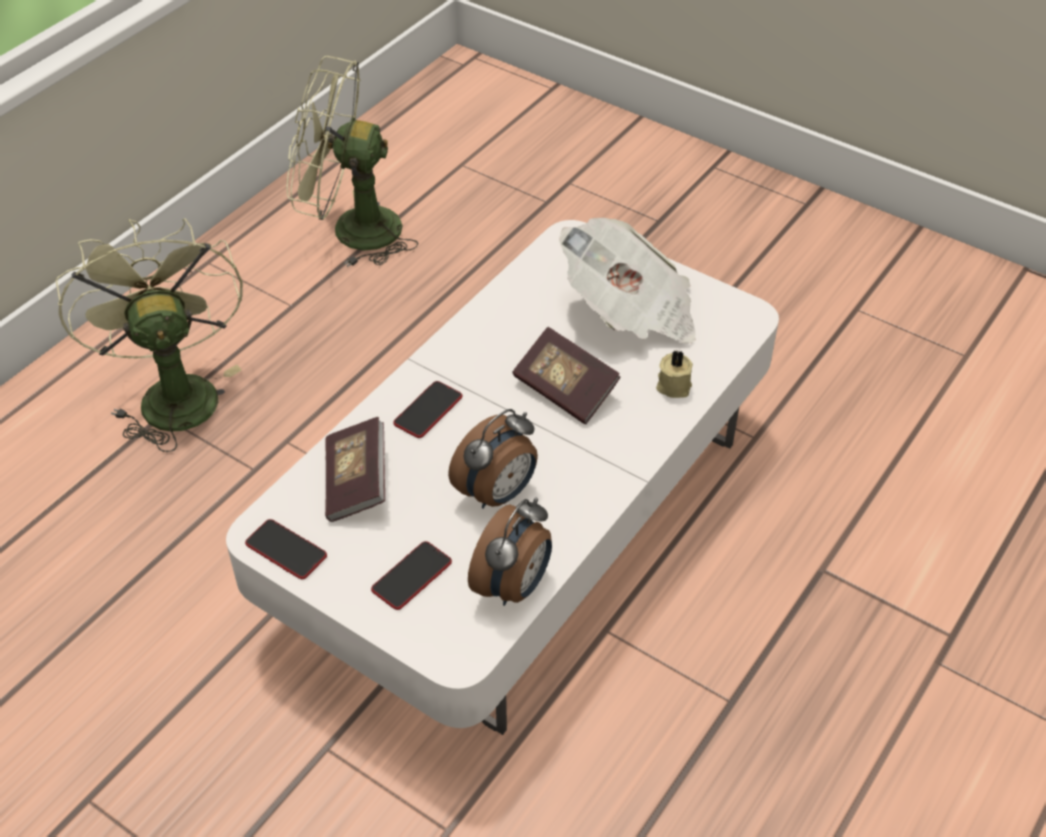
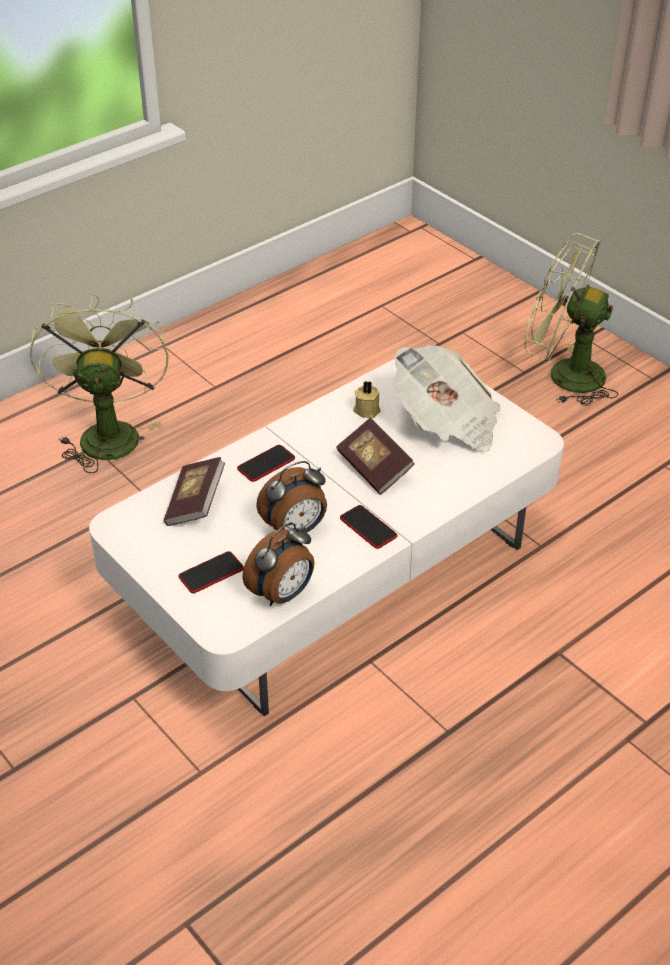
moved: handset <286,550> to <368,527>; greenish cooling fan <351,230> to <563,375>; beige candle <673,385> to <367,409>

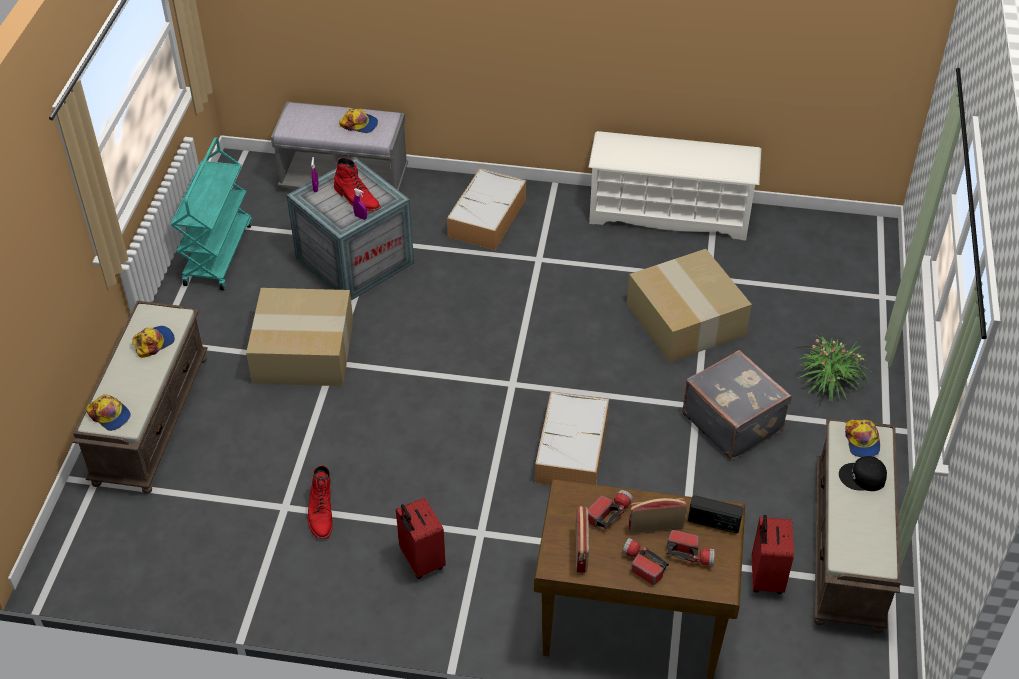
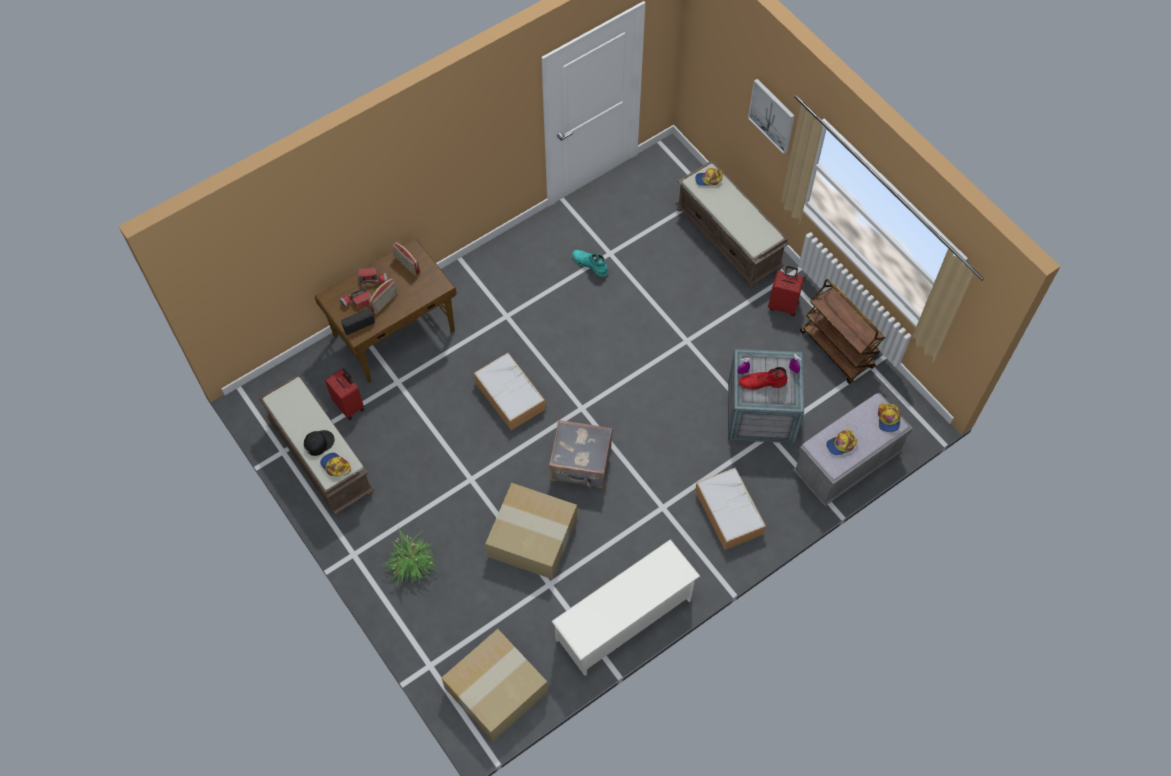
removed: hand torch <609,513>
added: wall art <772,116>
moved: baseball cap <153,342> to <888,419>; packing box <302,352> to <496,688>; red-coloured suitcase <421,561> to <783,305>; grey suitcase <733,422> to <581,464>
recoloured: blue-green wheeled cart <218,253> to brown-coloured wheeled cart <837,350>; red-coloured boot <321,513> to blue-green boot <590,264>

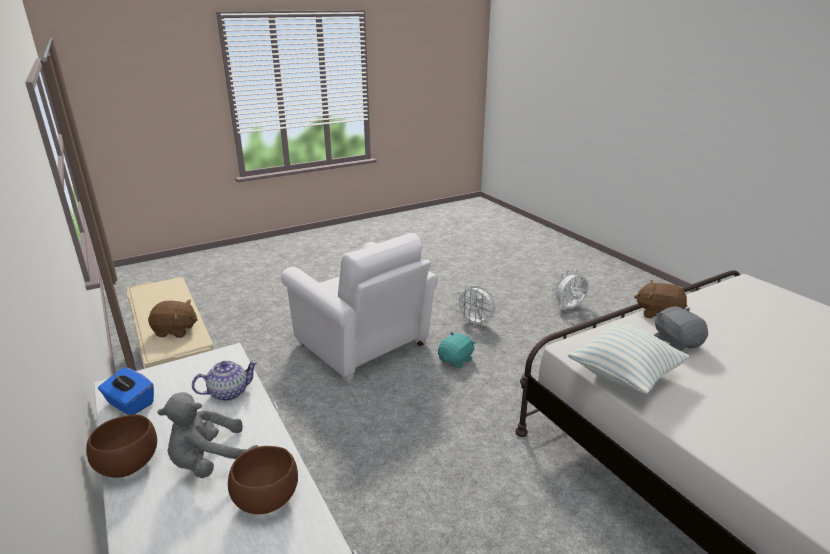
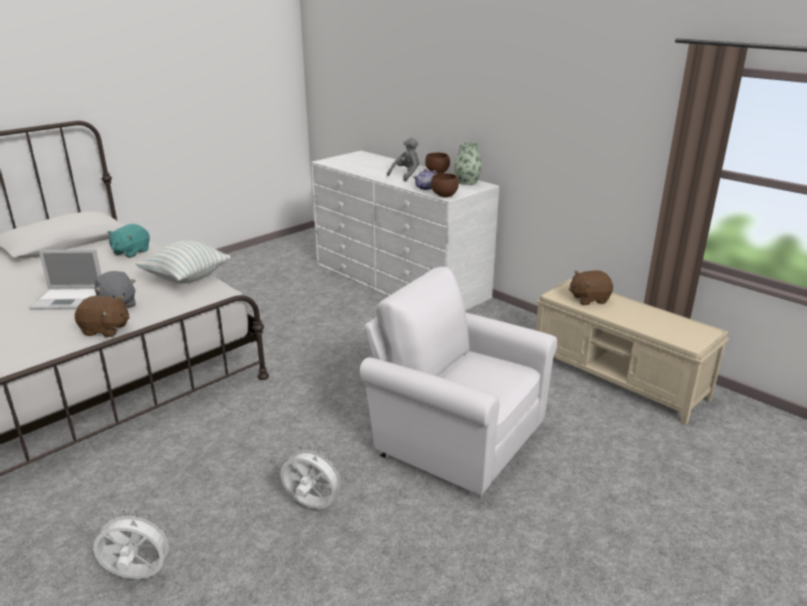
added: laptop <70,299>
moved: brown-coloured deep dish <267,499> to <444,196>; blue-green soft toy <456,360> to <131,252>
replaced: blue-coloured tissue holder <130,404> to decorative vase <467,182>
turned: white cooling fan <569,308> = <137,576> 135 degrees counterclockwise

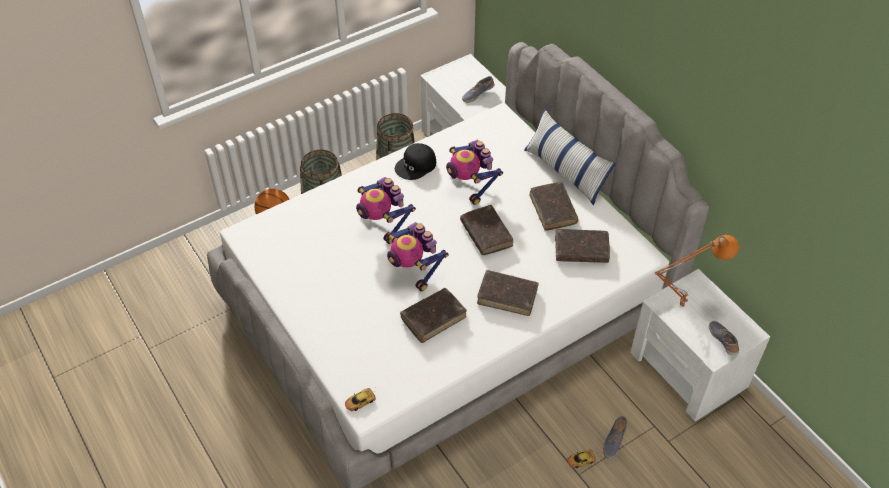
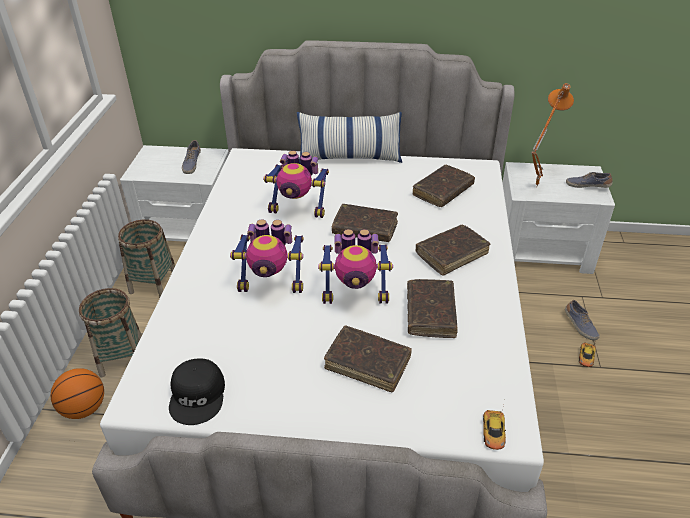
moved: black baseball cap <416,166> to <198,395>; brown-coloured book <553,210> to <367,363>

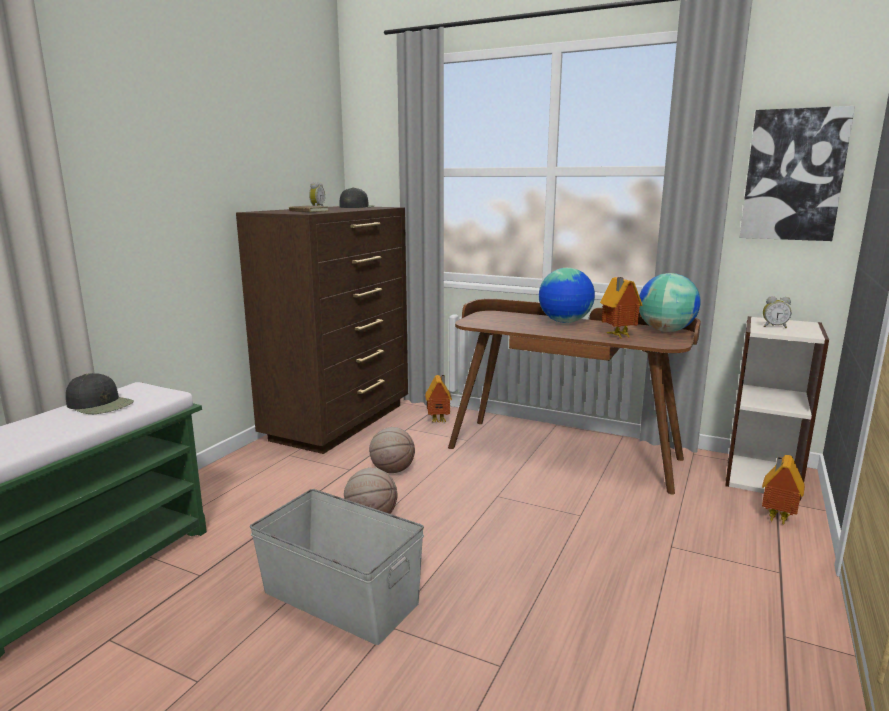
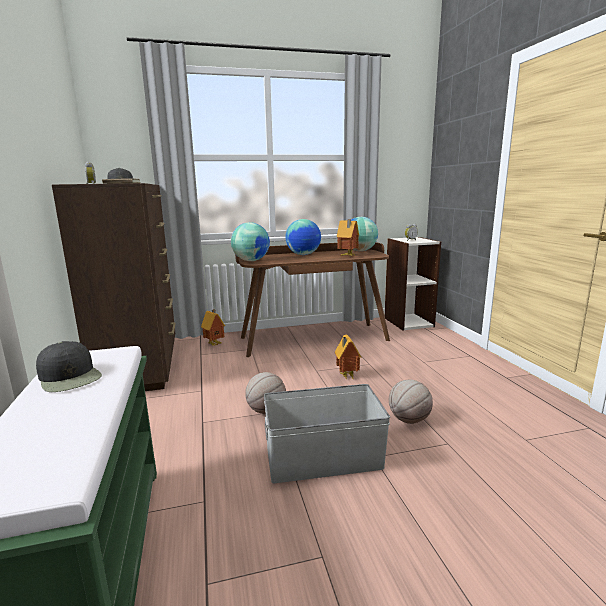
removed: wall art <793,175>
added: globe <251,261>
moved: basketball ball <392,470> to <408,420>; model house <776,518> to <346,376>
turned: black baseball cap <100,404> = <70,376> 60 degrees clockwise

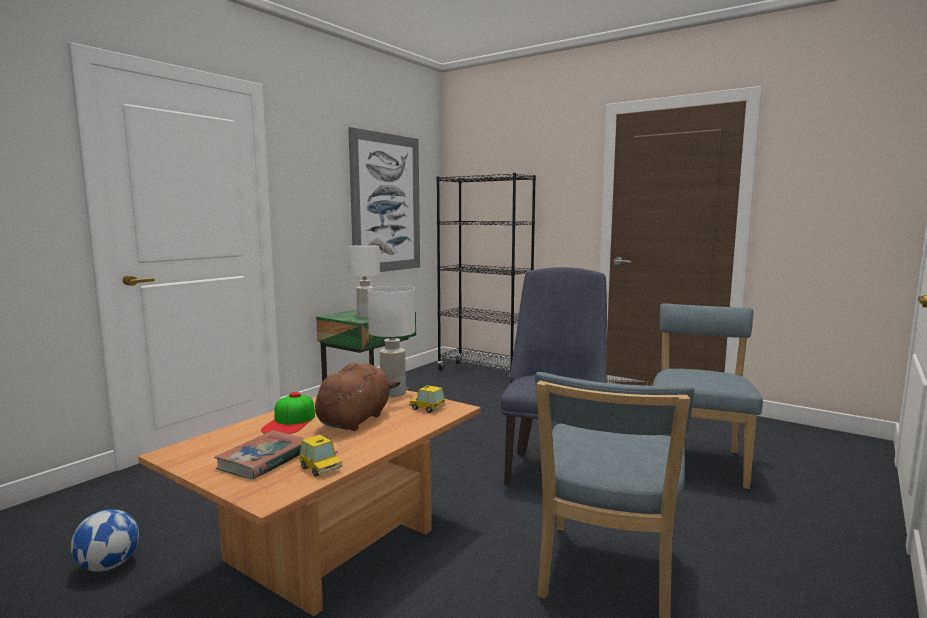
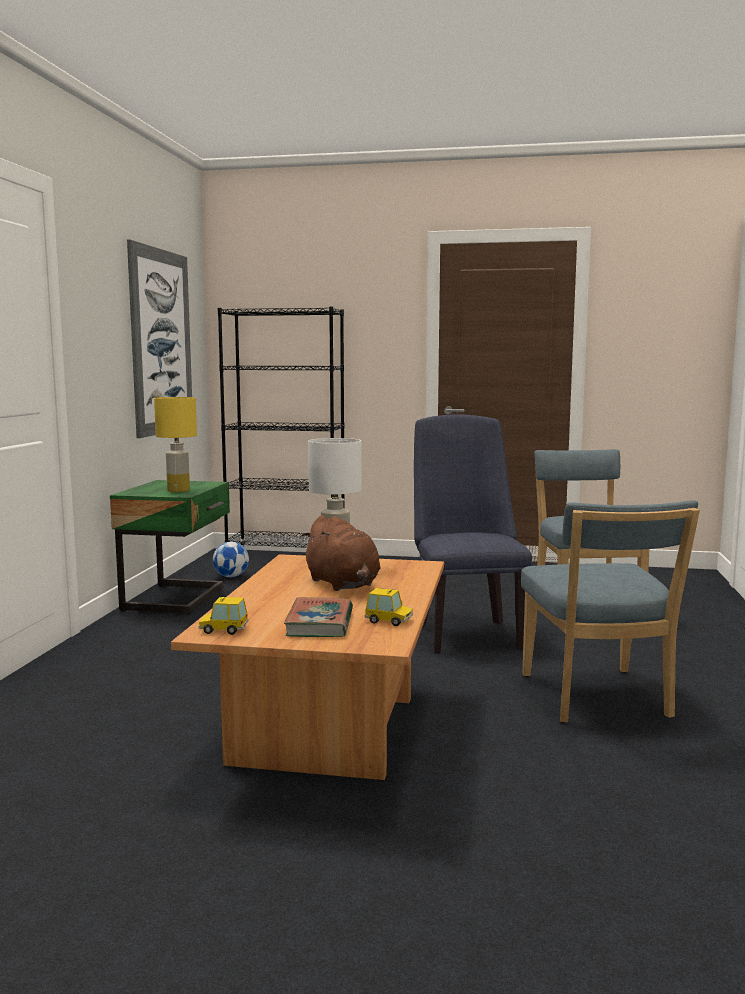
removed: baseball cap <290,422>
moved: football ball <109,566> to <231,576>; model car <427,408> to <223,629>
recoloured: white table lamp <365,316> to yellowish table lamp <179,490>
turned: brown-coloured soft toy <356,419> = <343,584> 150 degrees clockwise

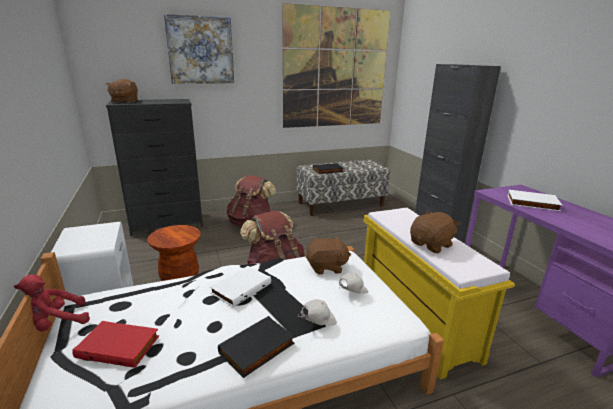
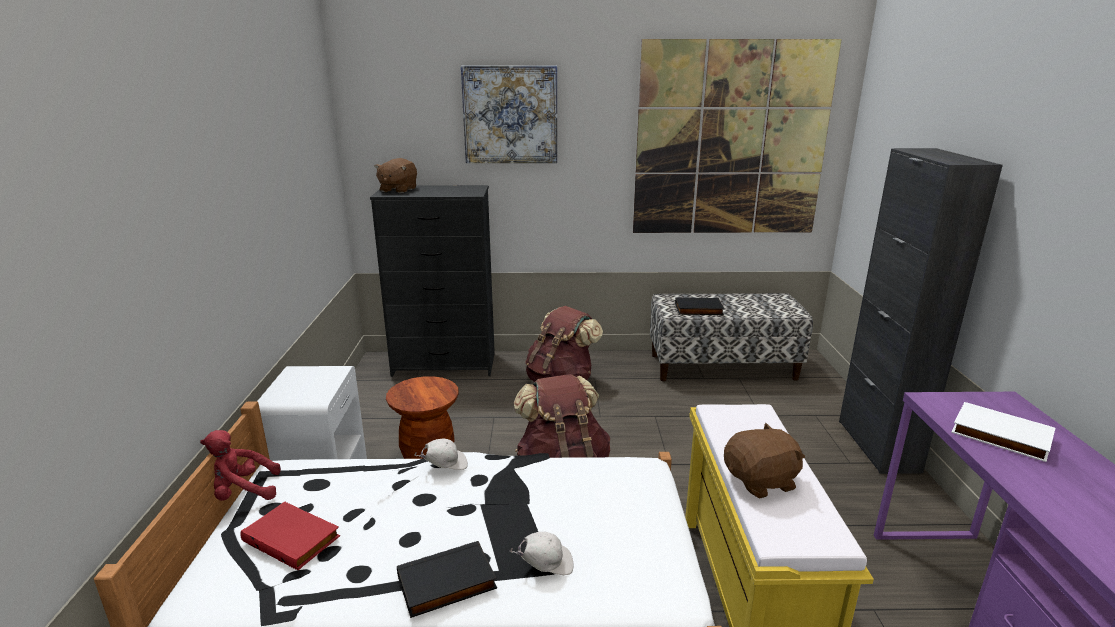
removed: white book <240,287>; brown-coloured soft toy <326,267>
moved: white baseball cap <351,292> to <445,465>

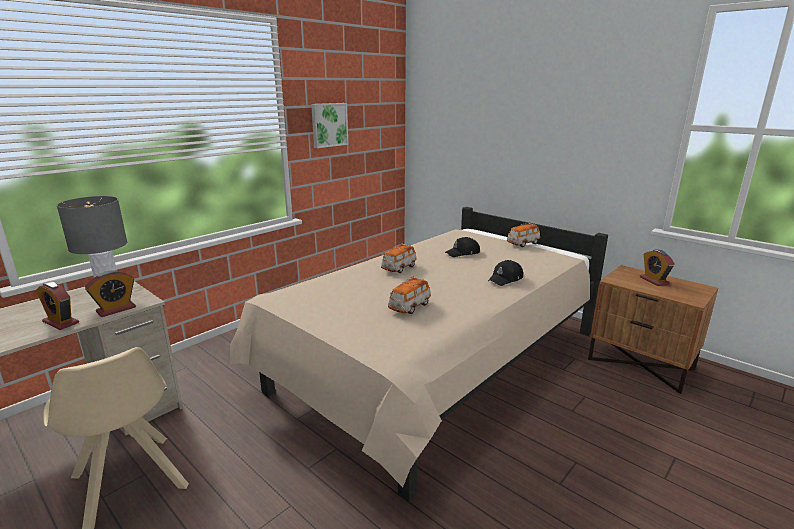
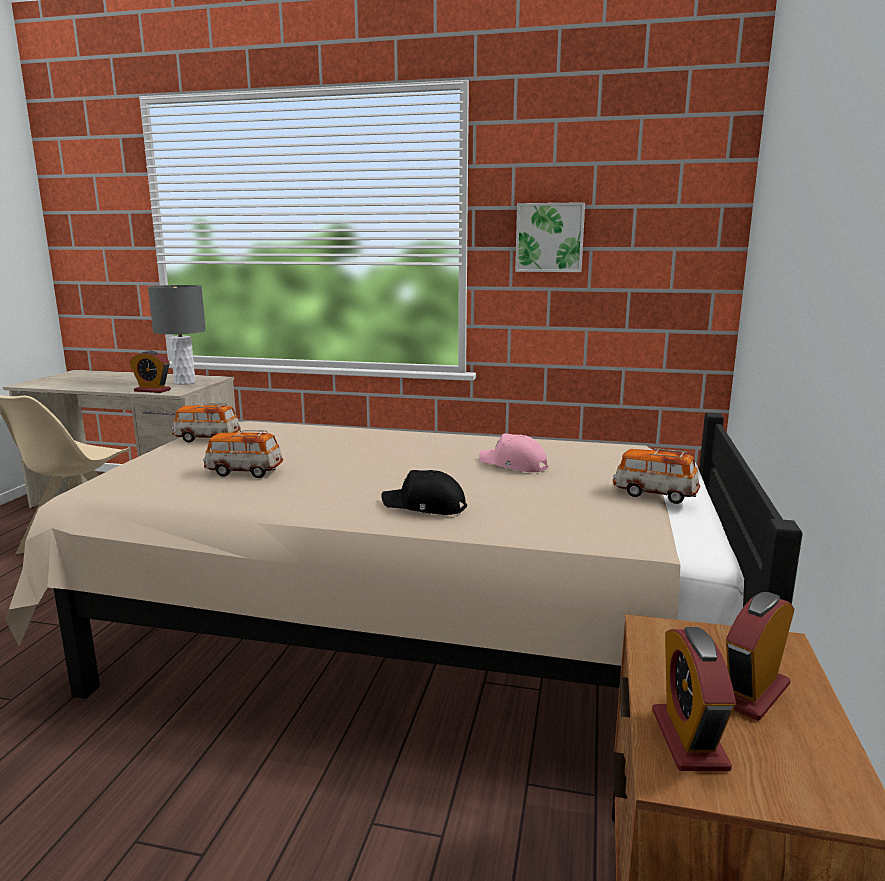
moved: table clock <61,322> to <689,739>; model car <399,268> to <207,439>
recoloured: black baseball cap <463,253> to pink baseball cap <513,465>

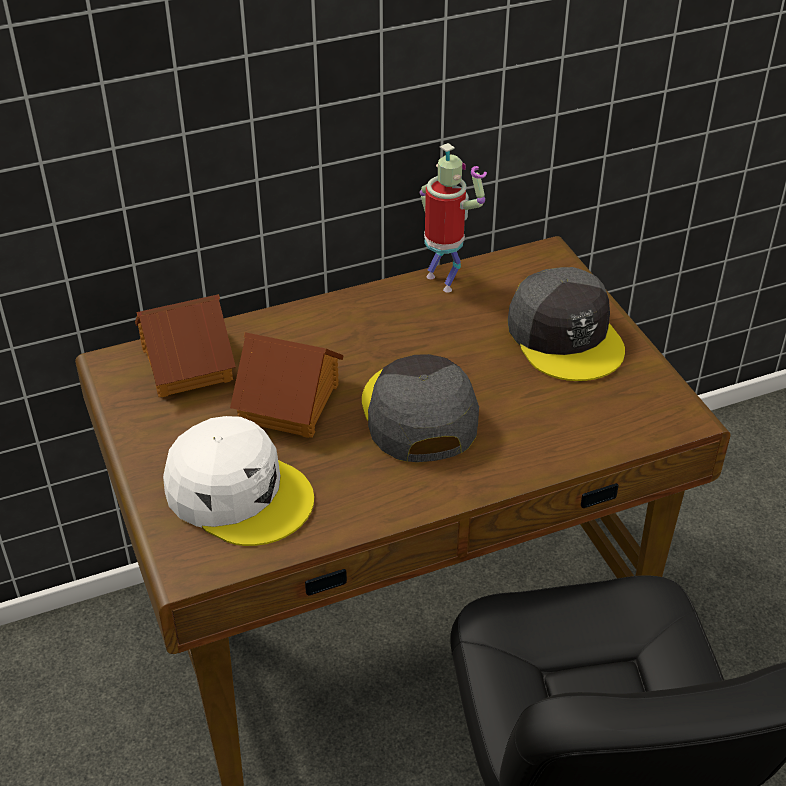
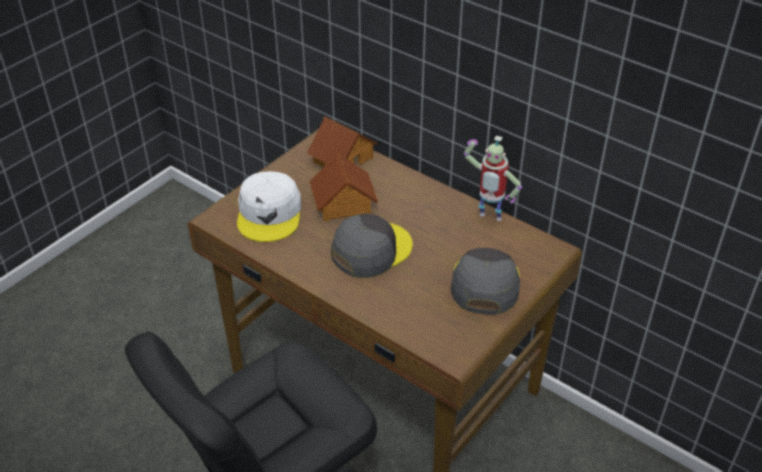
turned: model robot <444,281> = <488,218> 90 degrees clockwise; grey baseball cap <565,336> = <484,283> 150 degrees clockwise

